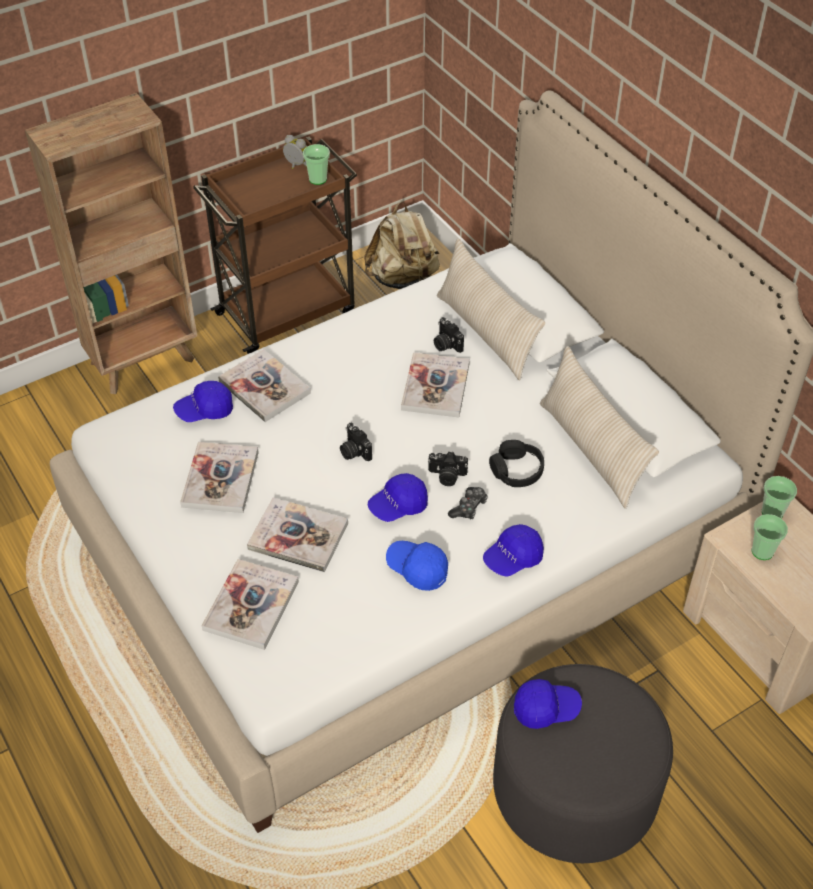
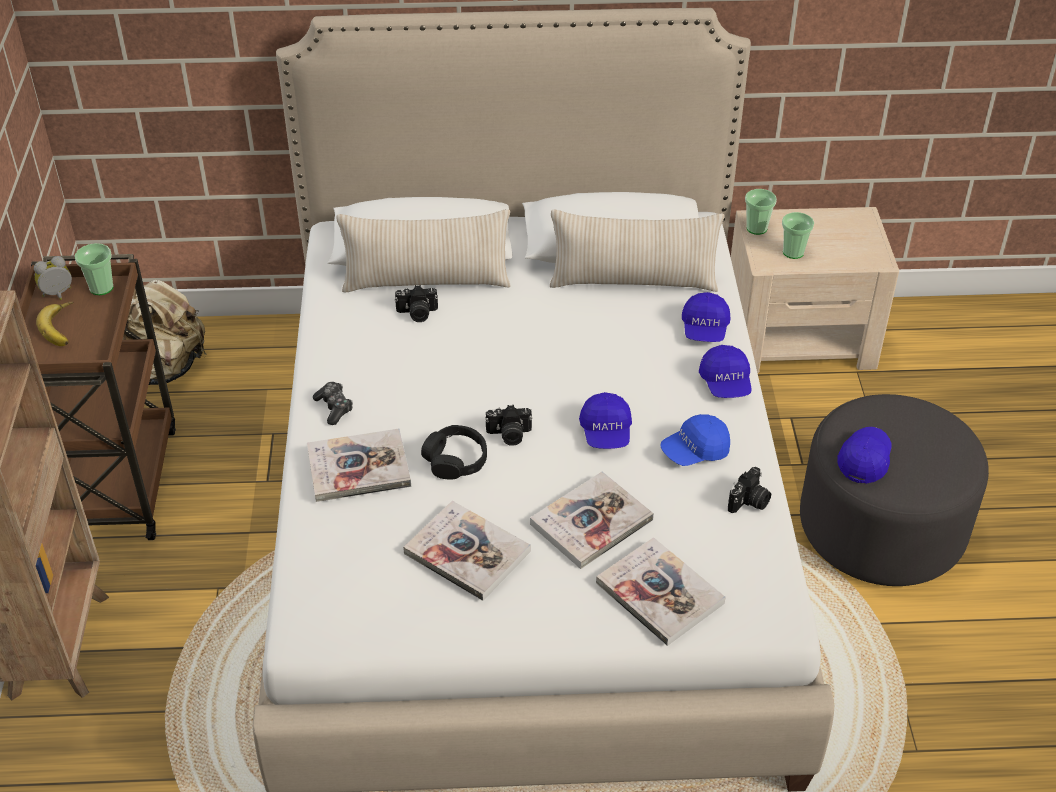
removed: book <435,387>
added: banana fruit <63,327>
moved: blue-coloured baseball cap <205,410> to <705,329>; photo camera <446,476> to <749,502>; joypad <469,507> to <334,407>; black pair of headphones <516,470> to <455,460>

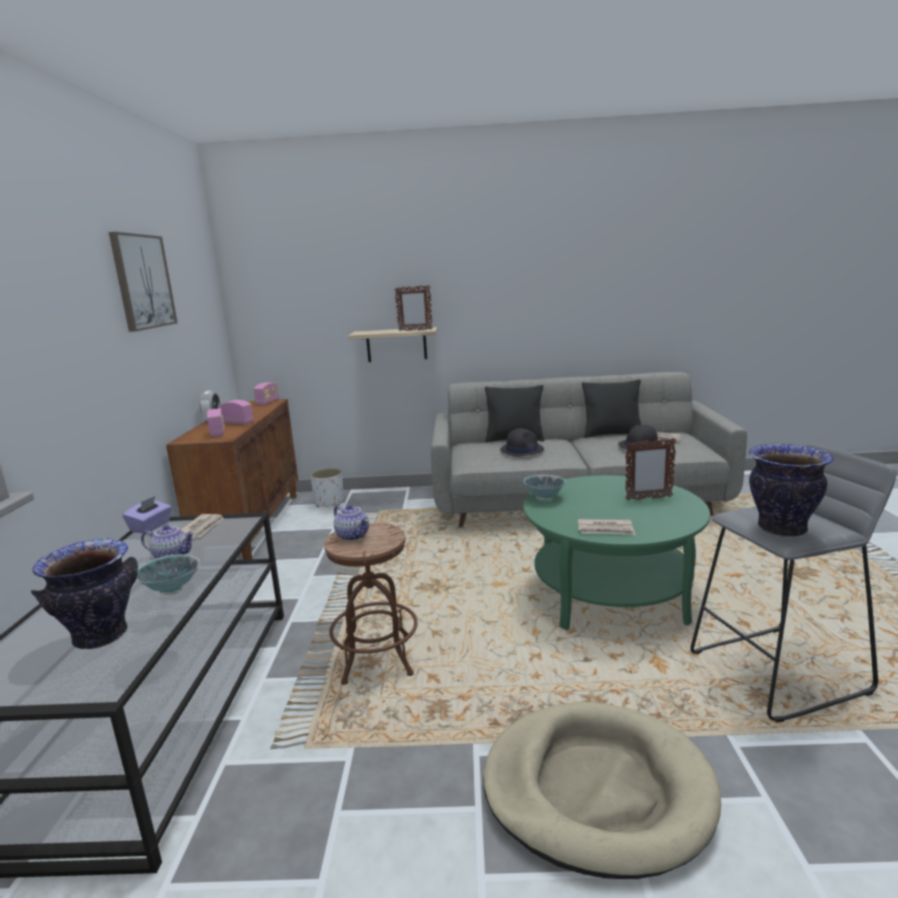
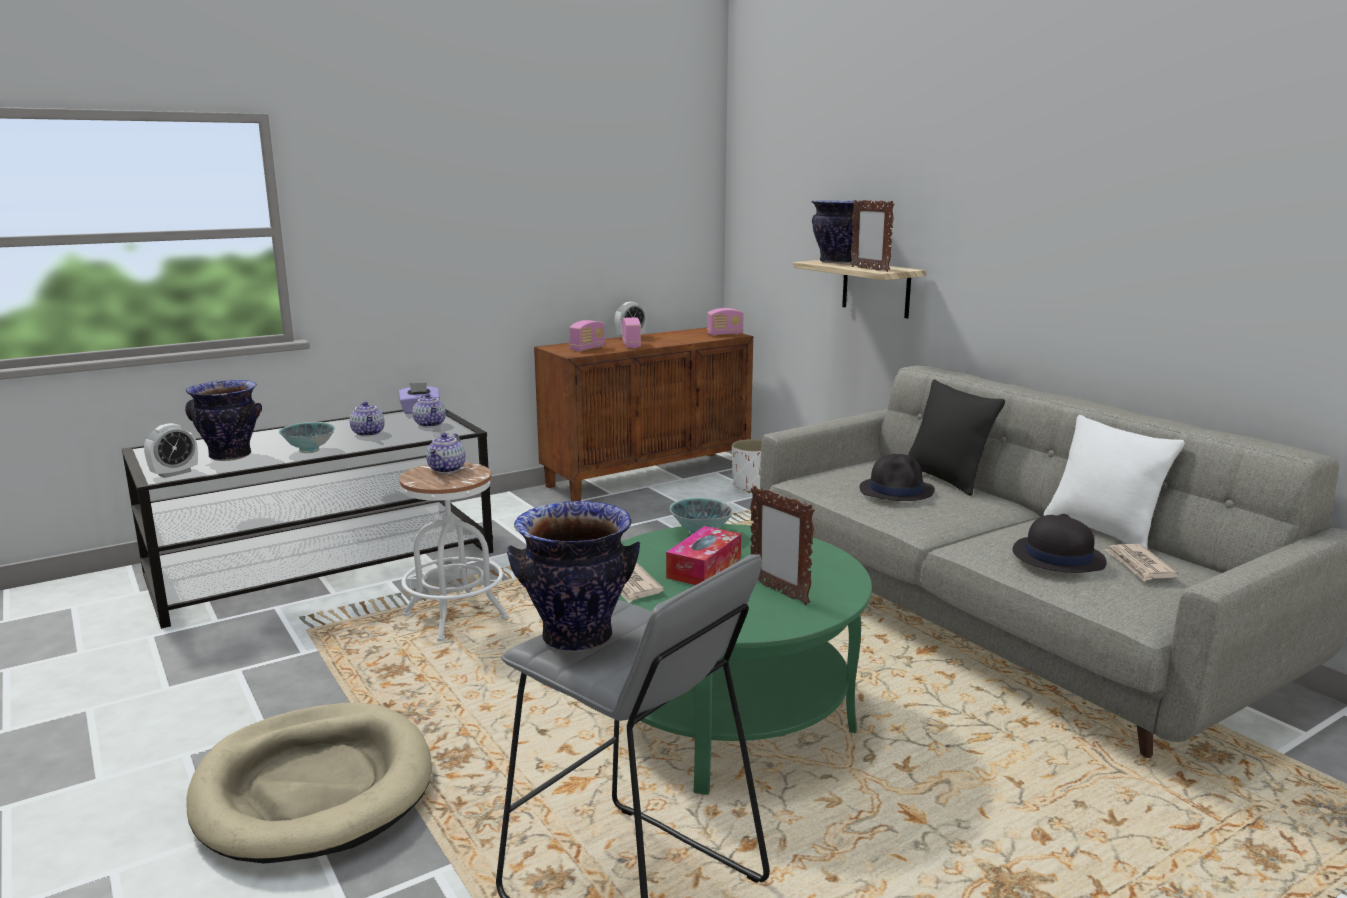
removed: wall art <142,282>
added: table clock <174,473>; tissue holder <704,568>; decorative vase <836,262>
replaced: printed paper <201,528> to tea pot <431,424>
recoloured: brown-coloured sitting stool <377,659> to white sitting stool <455,617>; black pillow <612,434> to white pillow <1102,531>

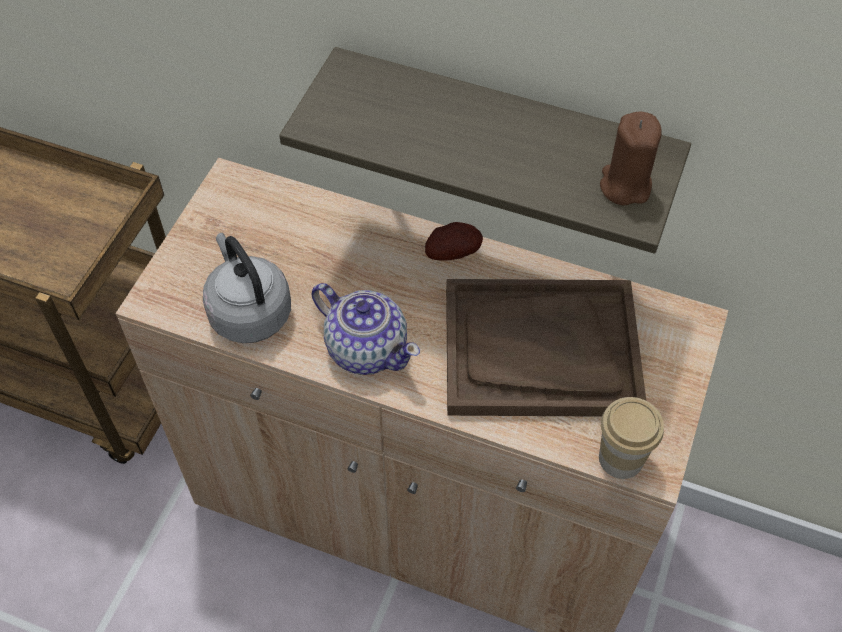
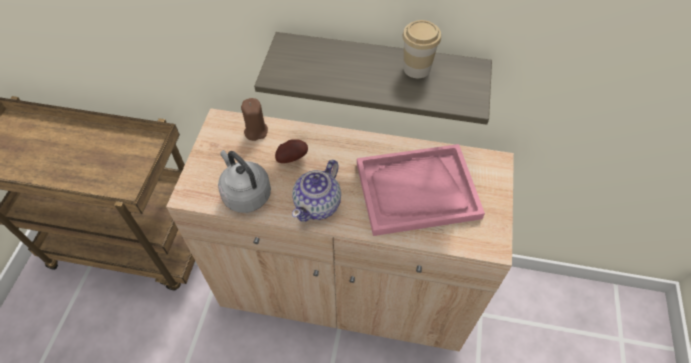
moved: potato <452,252> to <292,157>; drinking cup <621,458> to <416,68>; brown-coloured candle <625,185> to <255,131>
recoloured: brown-coloured serving tray <540,351> to pink serving tray <417,191>
turned: tea pot <366,348> = <318,204> 90 degrees clockwise

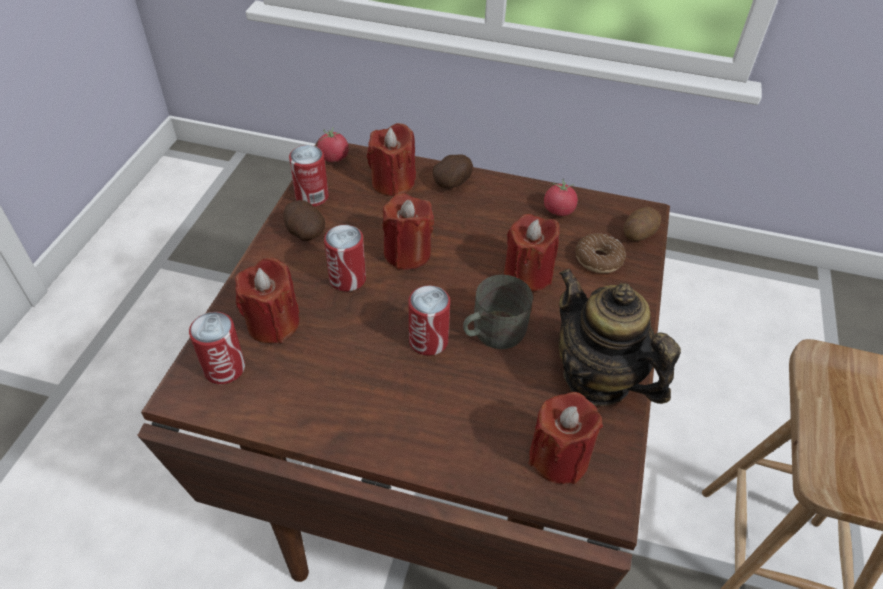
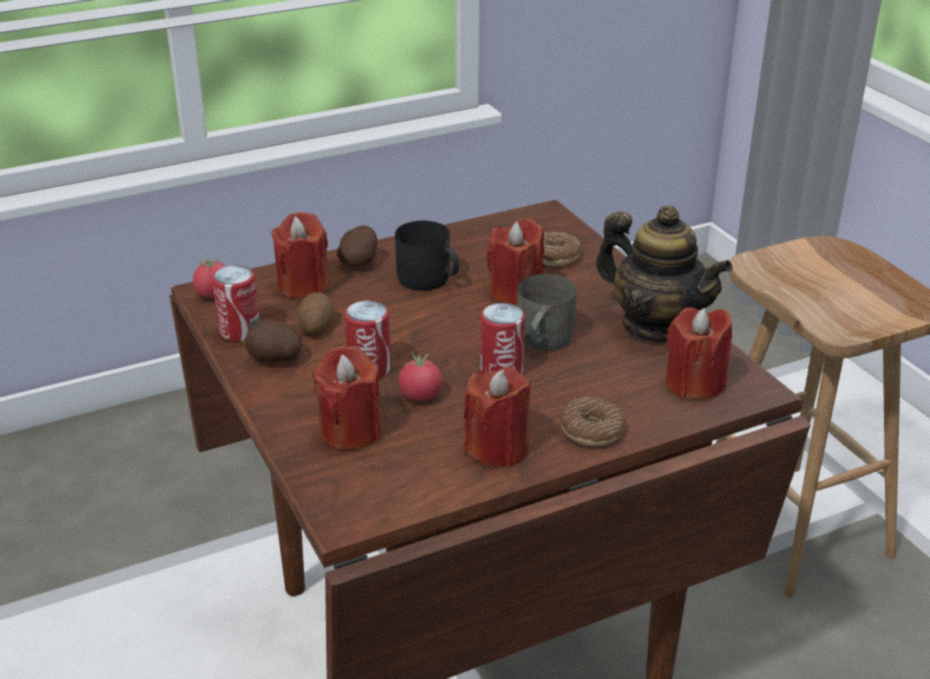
removed: sealed can <224,368>
added: black tea mug <429,281>; donut <592,431>
moved: red-coloured candle <407,253> to <497,448>; tomato <558,210> to <420,395>; potato <638,233> to <315,326>
turned: tea pot <597,378> = <656,326> 150 degrees counterclockwise

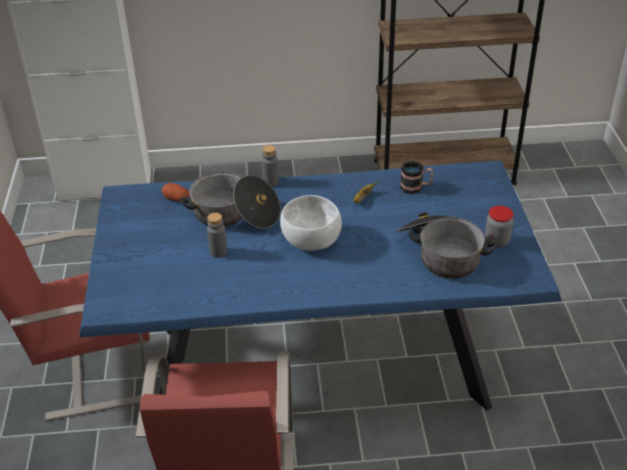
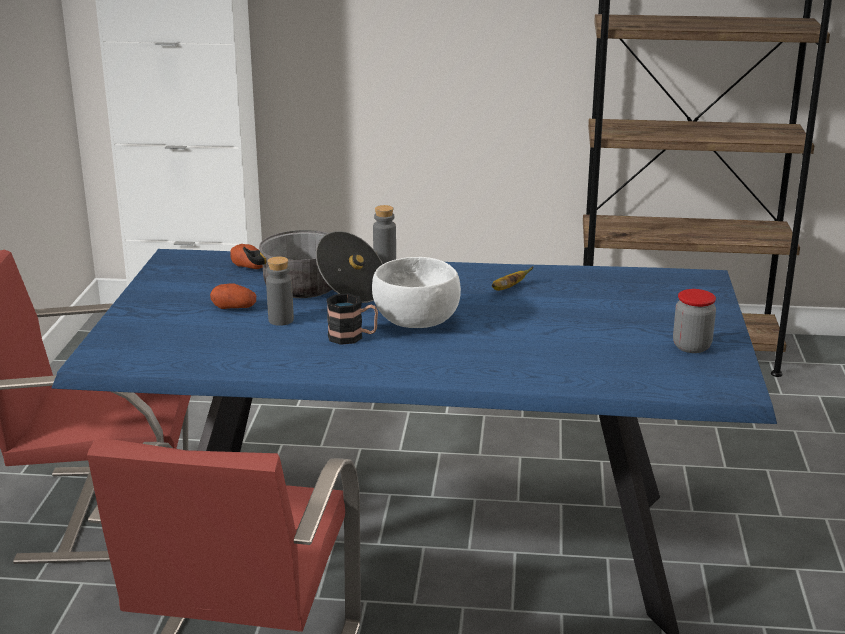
removed: saucepot <440,254>
added: potato <234,307>
moved: tea mug <416,187> to <352,337>

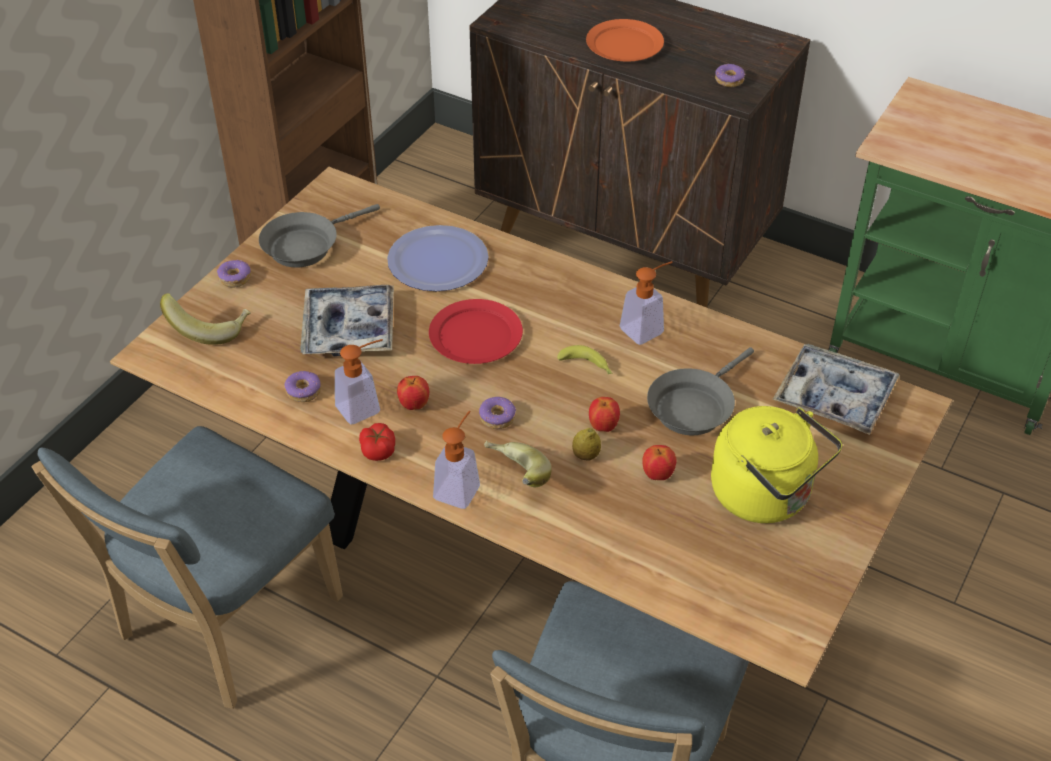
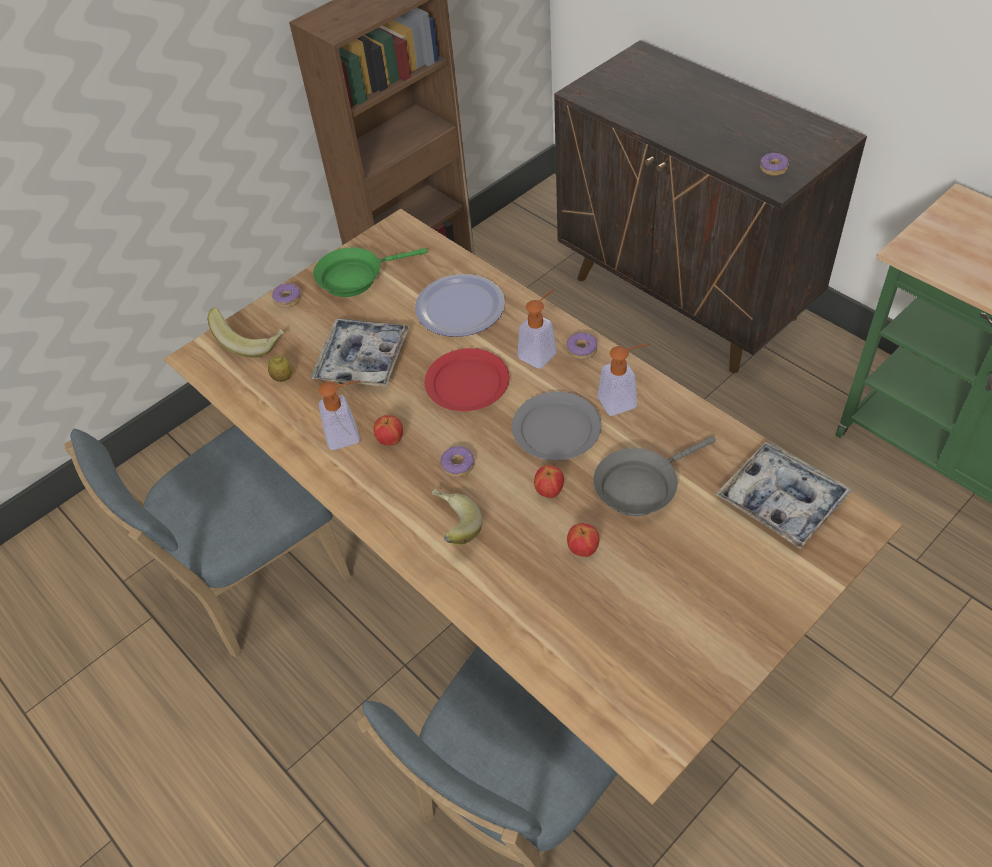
removed: tomato <378,449>; orange flat dish <624,44>; yellowish tea kettle <766,496>
moved: donut <304,391> to <582,350>; soap bottle <460,486> to <541,352>; whole lemon <586,456> to <282,378>
replaced: banana fruit <587,366> to grey flat dish <555,429>
recoloured: grey pan <306,245> to greenish pan <355,277>

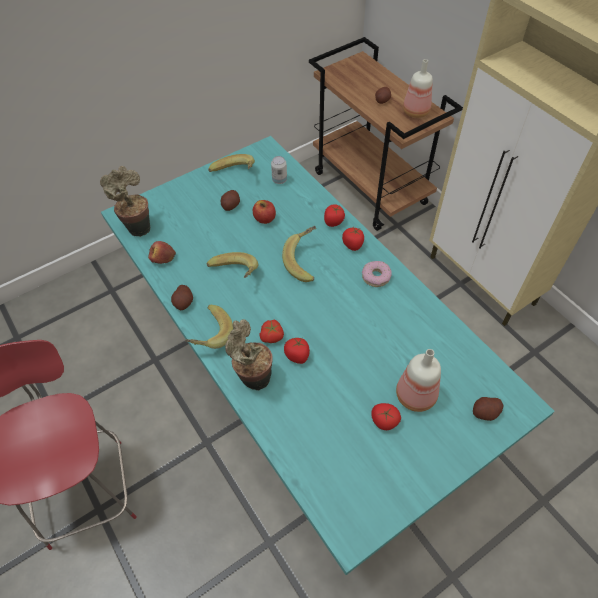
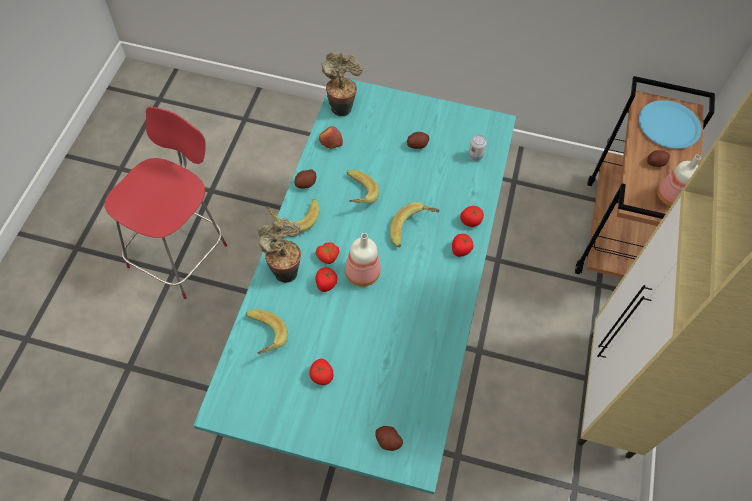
removed: apple fruit <264,219>; donut <376,276>
added: blue-coloured flat dish <669,125>
moved: banana fruit <234,175> to <263,338>; bottle <416,396> to <362,275>

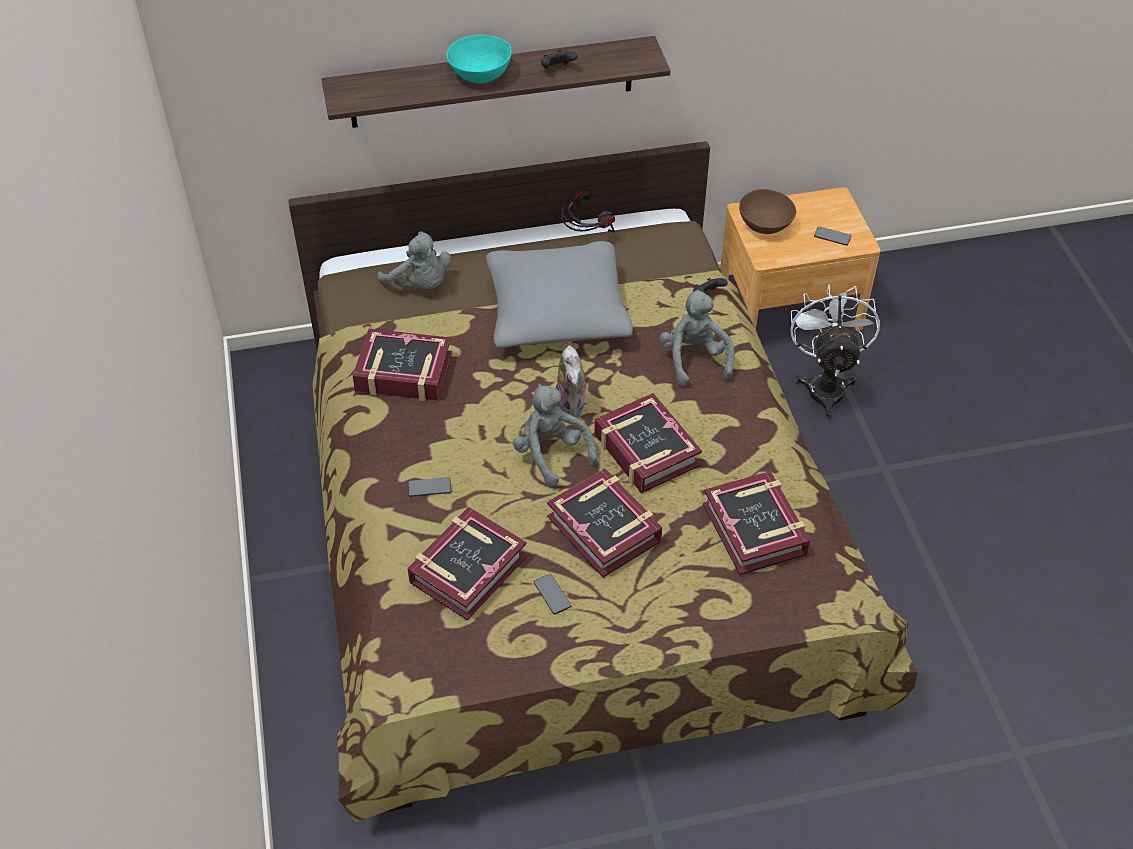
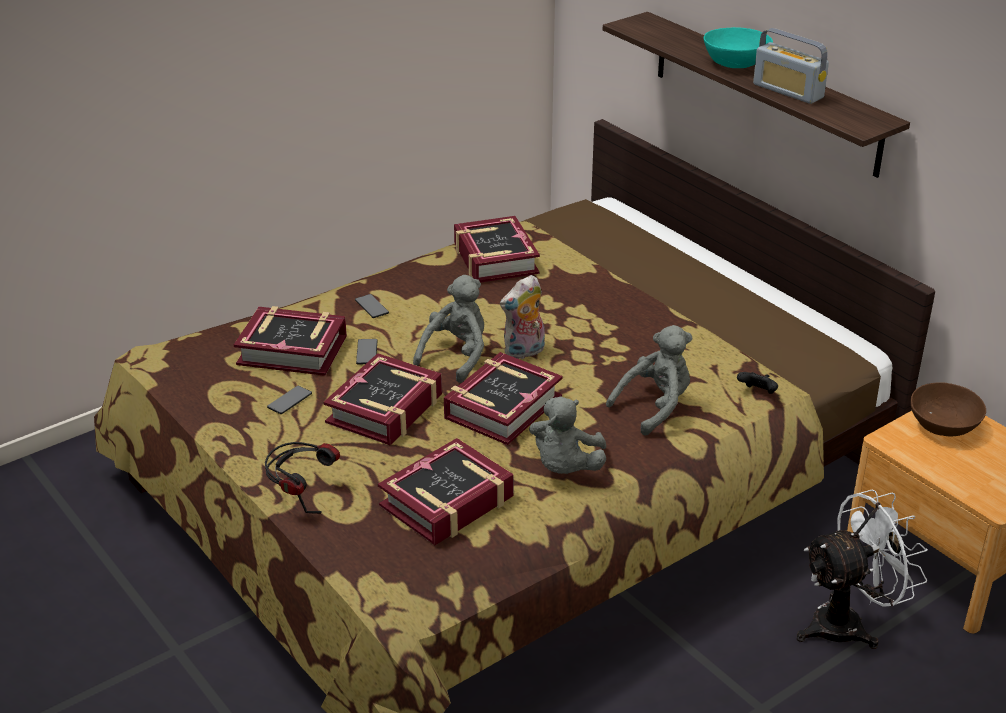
removed: grey pillow <557,311>
moved: grey soft toy <420,285> to <565,468>; pair of headphones <585,234> to <302,496>; handset <832,236> to <366,352>
replaced: black joypad <557,69> to radio set <788,91>

